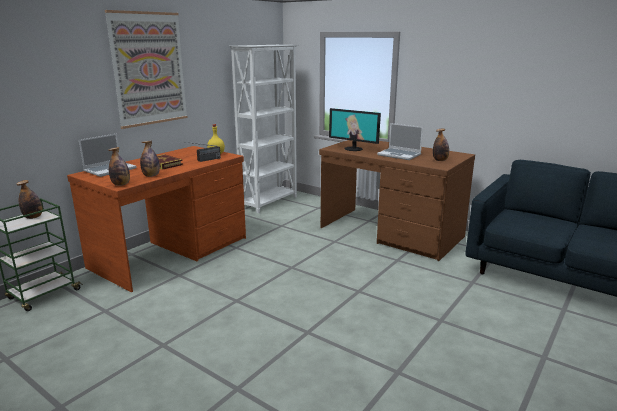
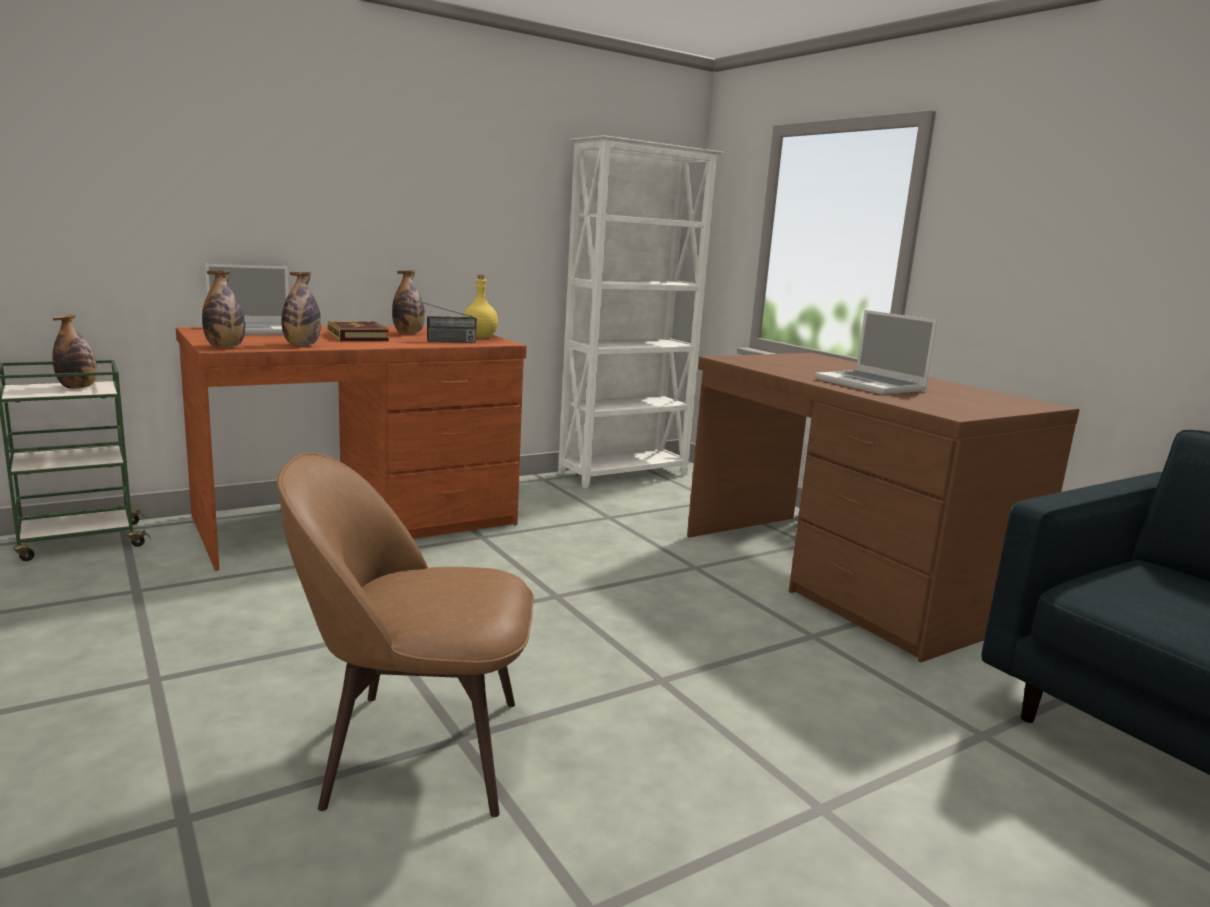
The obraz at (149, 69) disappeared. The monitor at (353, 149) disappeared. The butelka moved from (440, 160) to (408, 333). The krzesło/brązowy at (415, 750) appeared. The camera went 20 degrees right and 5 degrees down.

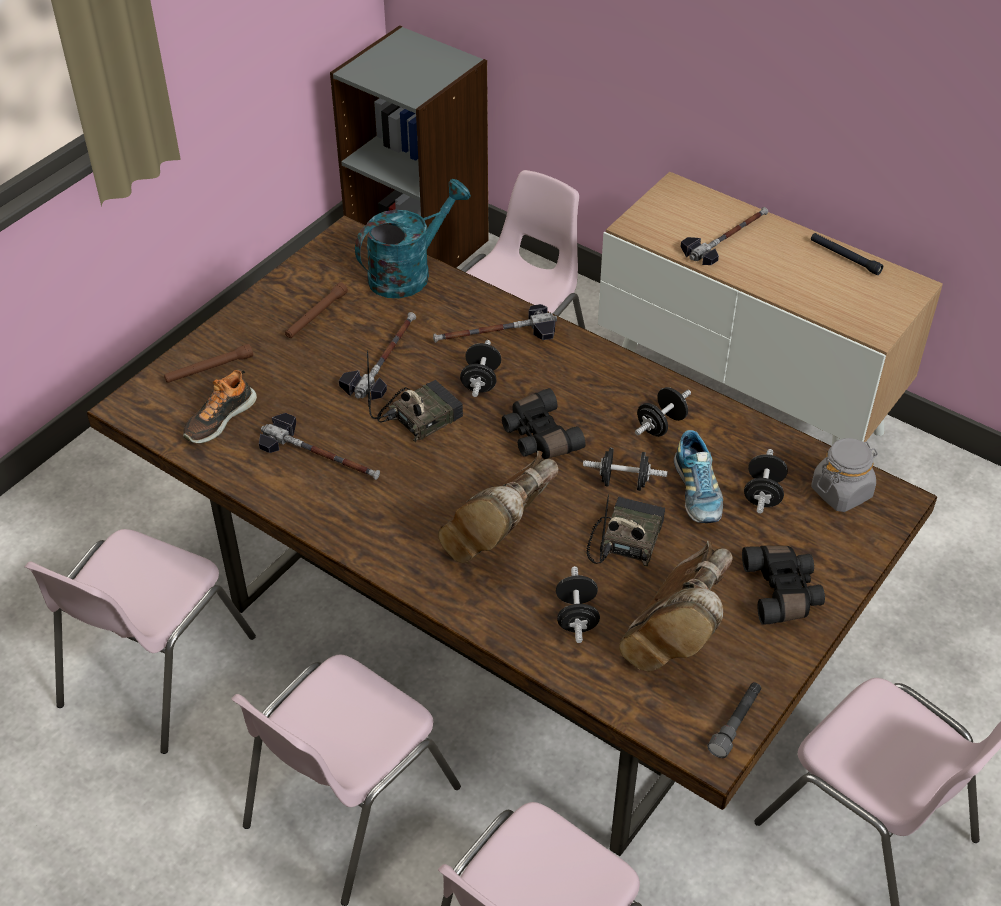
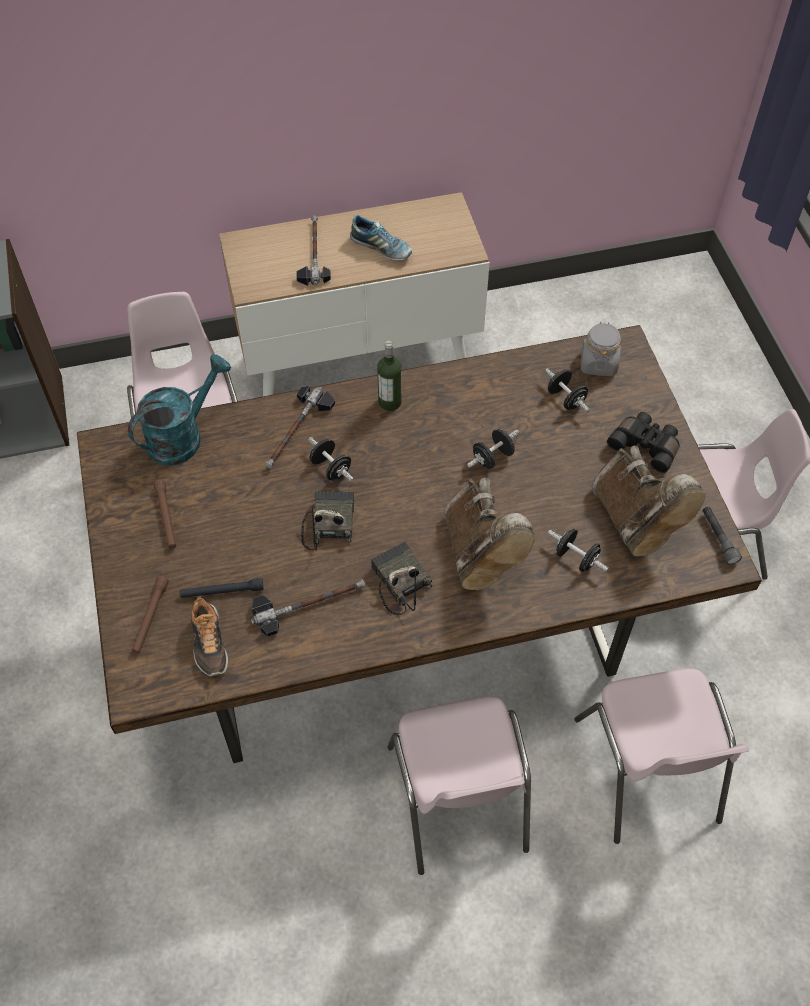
The krzesło/różowy at (153, 672) disappeared. The młotek at (384, 359) disappeared. The konewka/turkusowy at (408, 272) turned 45 degrees clockwise. The lornetka/czarny at (538, 437) disappeared. The radio moved from (625, 539) to (398, 582). The hantel/czarny at (661, 425) disappeared. The but moved from (697, 492) to (381, 248). The latarka/czarny moved from (844, 257) to (222, 591). The butelka at (389, 402) appeared. The camera went 50 degrees left and 10 degrees up.

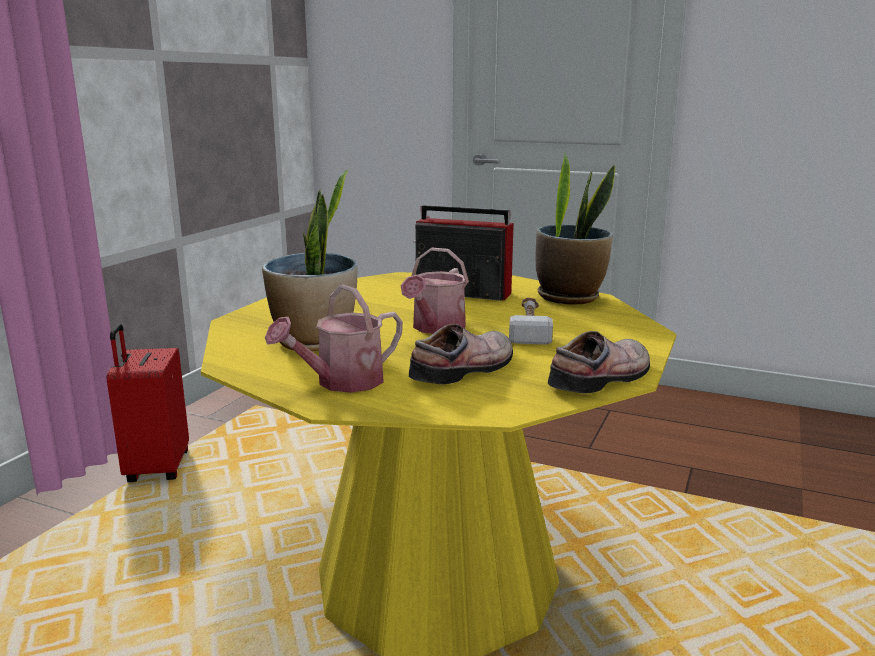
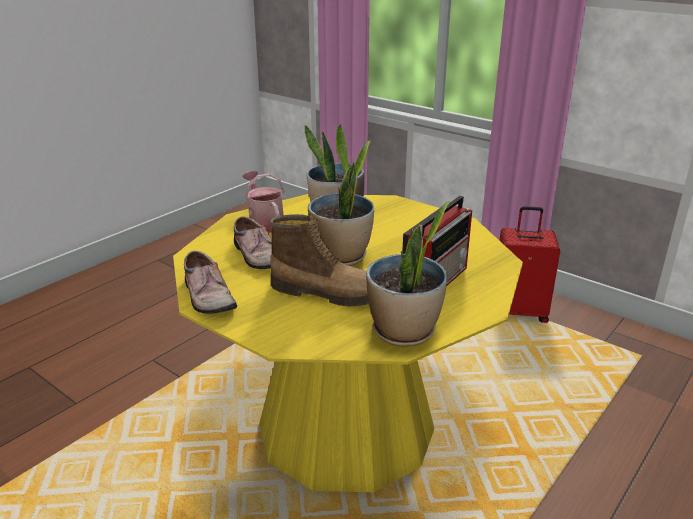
The konewka at (436, 328) was replaced by the roślina doniczkowa at (341, 257). The młotek at (529, 326) was replaced by the but z cholewką at (327, 293). The camera went 105 degrees right and 10 degrees up.

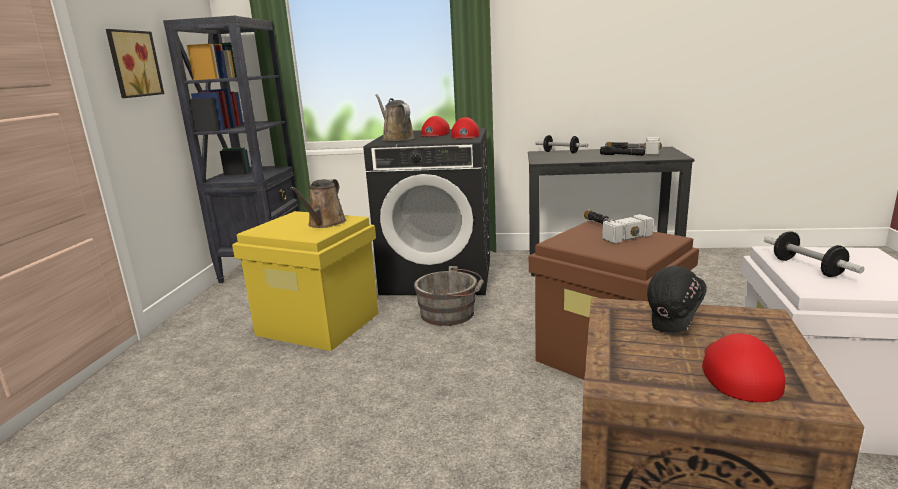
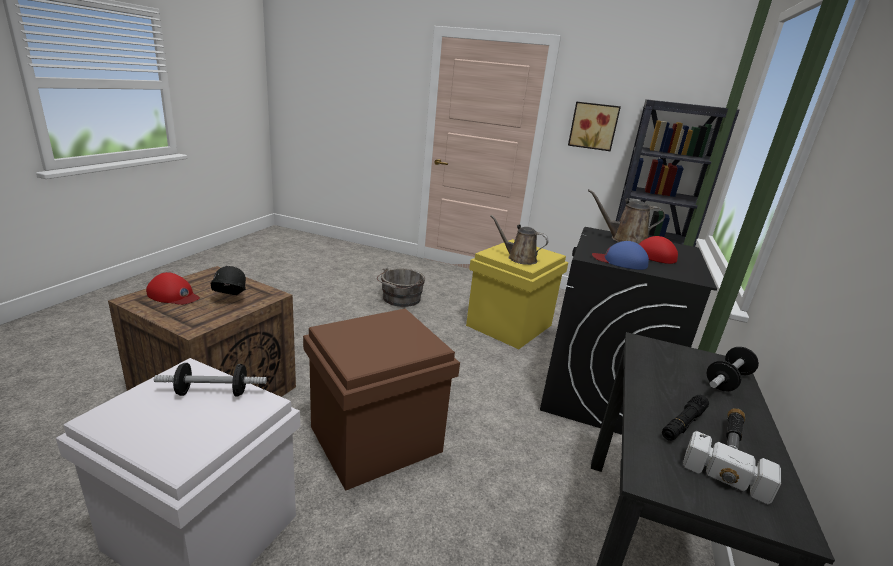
The konewka/brązowy at (396, 139) turned 150 degrees counterclockwise. The wiadro/szary moved from (450, 314) to (400, 299). The czapka z daszkiem/czerwony at (465, 136) became the czapka z daszkiem/niebieski at (620, 261). The młotek at (609, 230) disappeared. The camera went 100 degrees right and 5 degrees up.

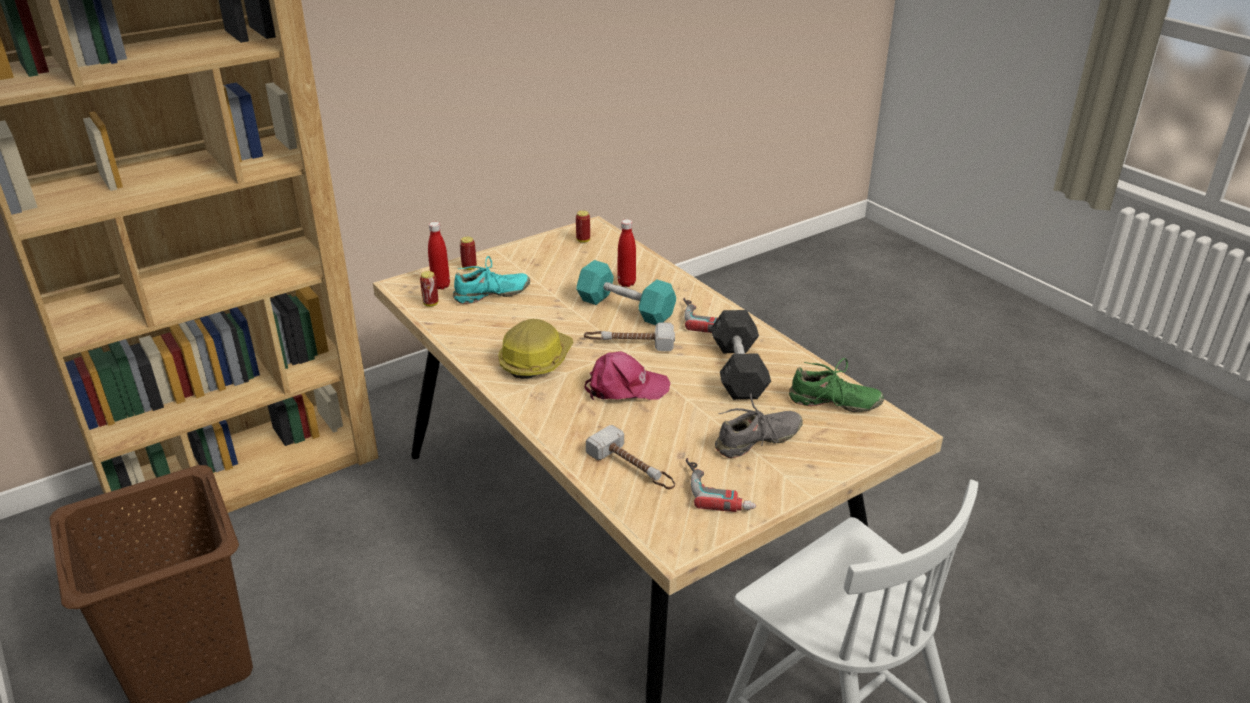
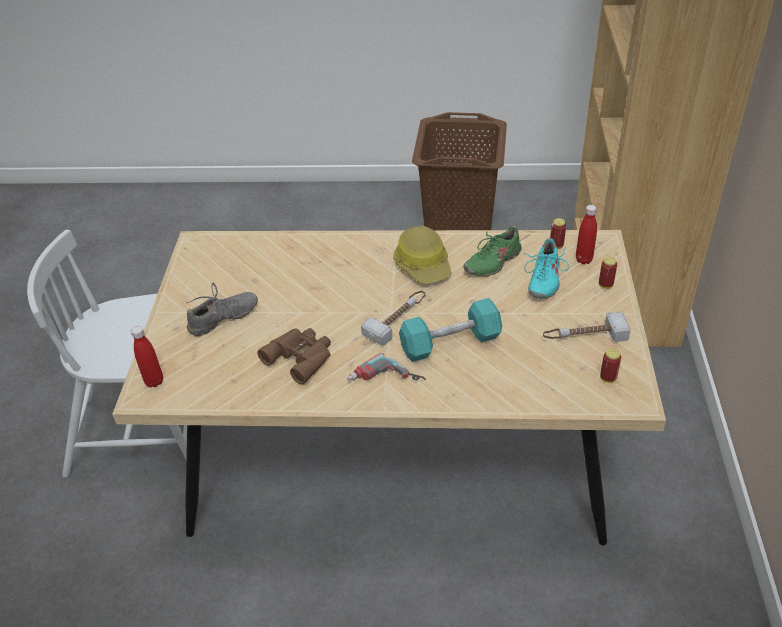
The czapka z daszkiem/różowy at (625, 387) disappeared. The młotek moved from (634, 468) to (584, 336). The butelka/czerwony moved from (626, 283) to (154, 381). The wiertarka at (719, 489) disappeared. The hantel/szary at (738, 370) was replaced by the lornetka/brązowy at (301, 356). The but/szary at (758, 441) turned 135 degrees counterclockwise. The but/zielony moved from (834, 403) to (492, 262). The camera went 130 degrees right and 10 degrees up.

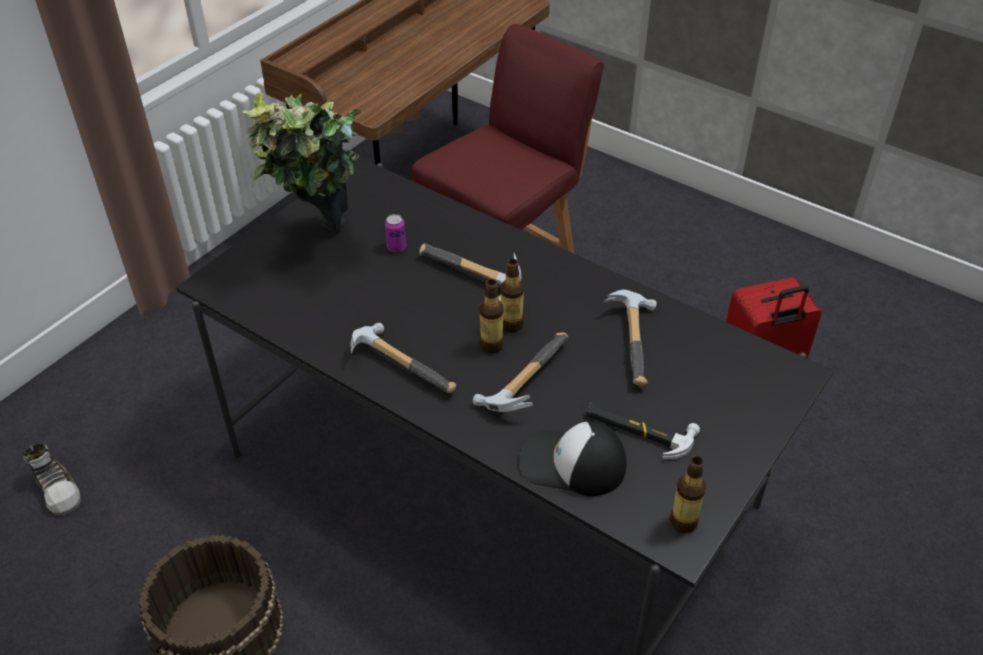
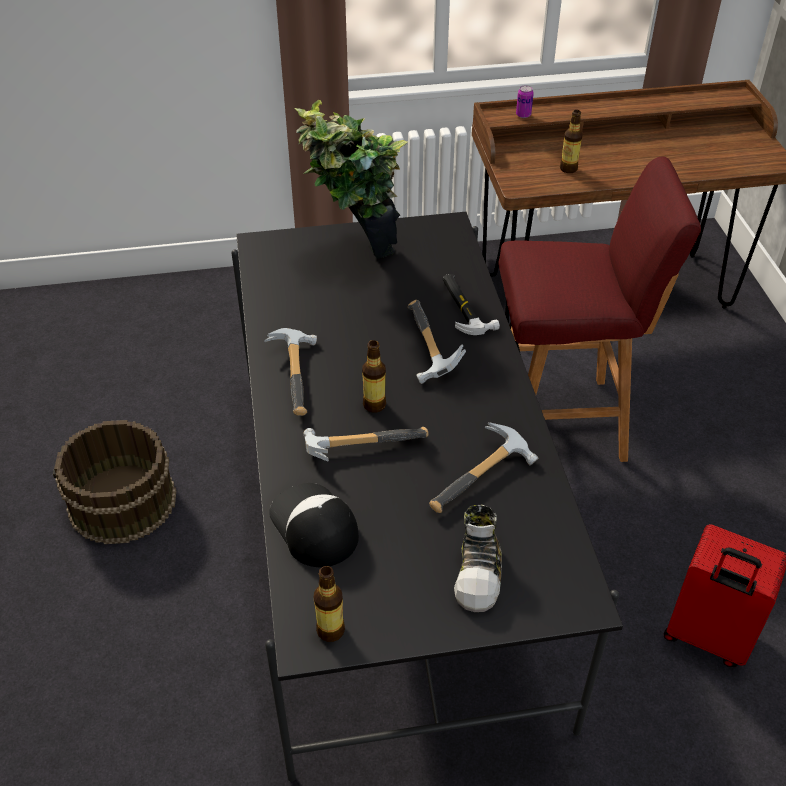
The but moved from (58, 489) to (479, 573). The puszka moved from (396, 247) to (523, 115). The butelka moved from (511, 324) to (568, 169). The młotek moved from (638, 430) to (464, 307). The camera went 45 degrees right and 0 degrees up.

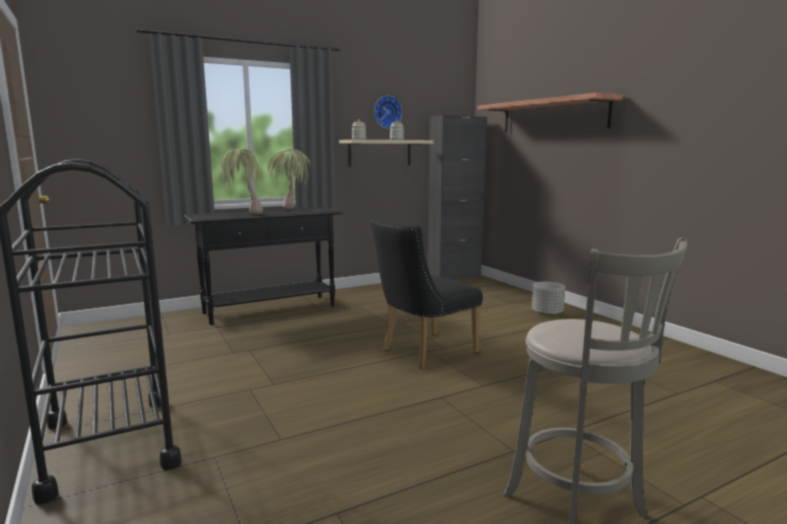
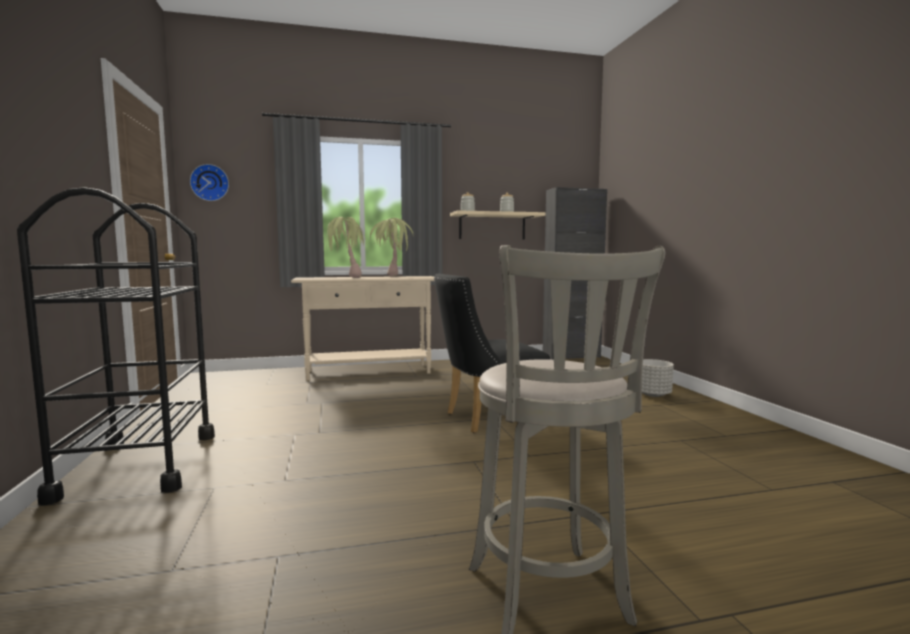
The stolik konsolowy/czarny at (270, 309) became the stolik konsolowy/beżowy at (369, 372). The zegar ścienny moved from (386, 112) to (210, 183). The półka at (553, 116) disappeared. The camera went 15 degrees right and 5 degrees down.

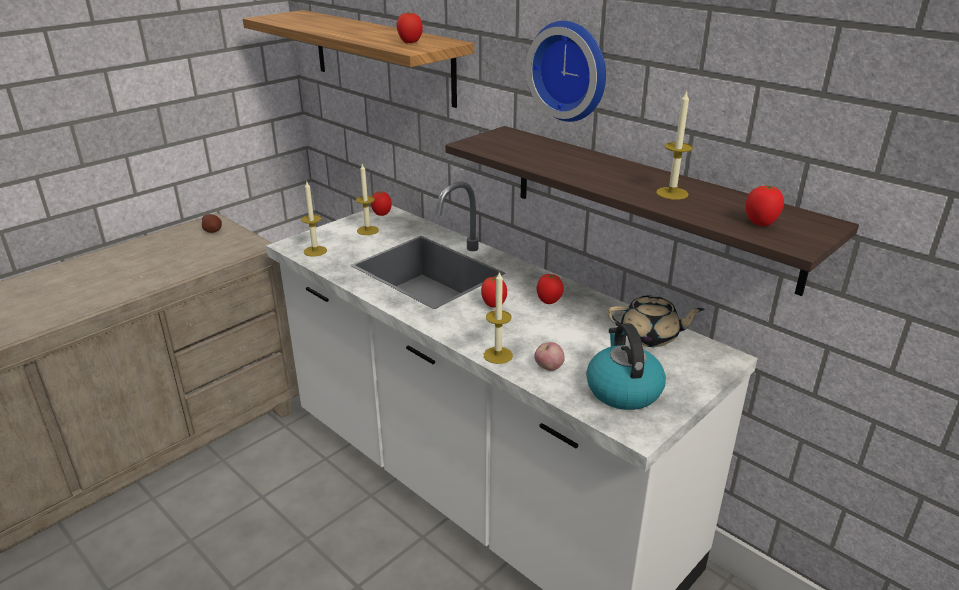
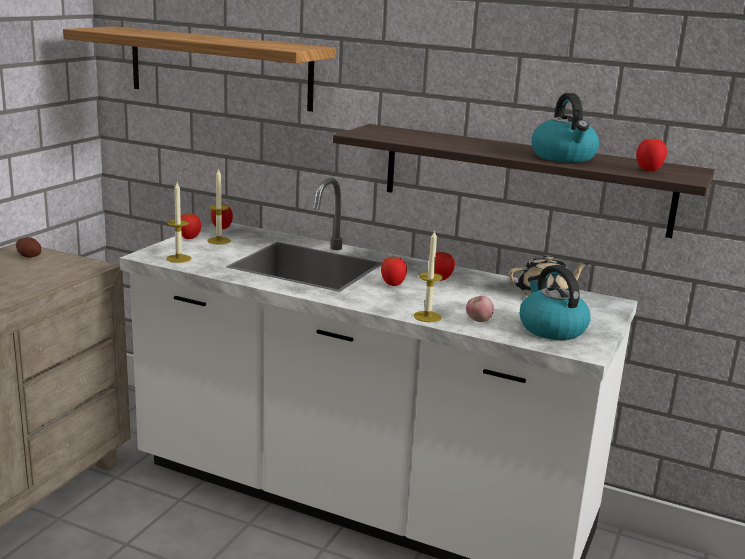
The pomidor moved from (410, 43) to (189, 238). The zegar ścienny at (570, 70) disappeared. The świeca at (672, 193) was replaced by the czajnik at (564, 157). The camera went 20 degrees left and 10 degrees down.

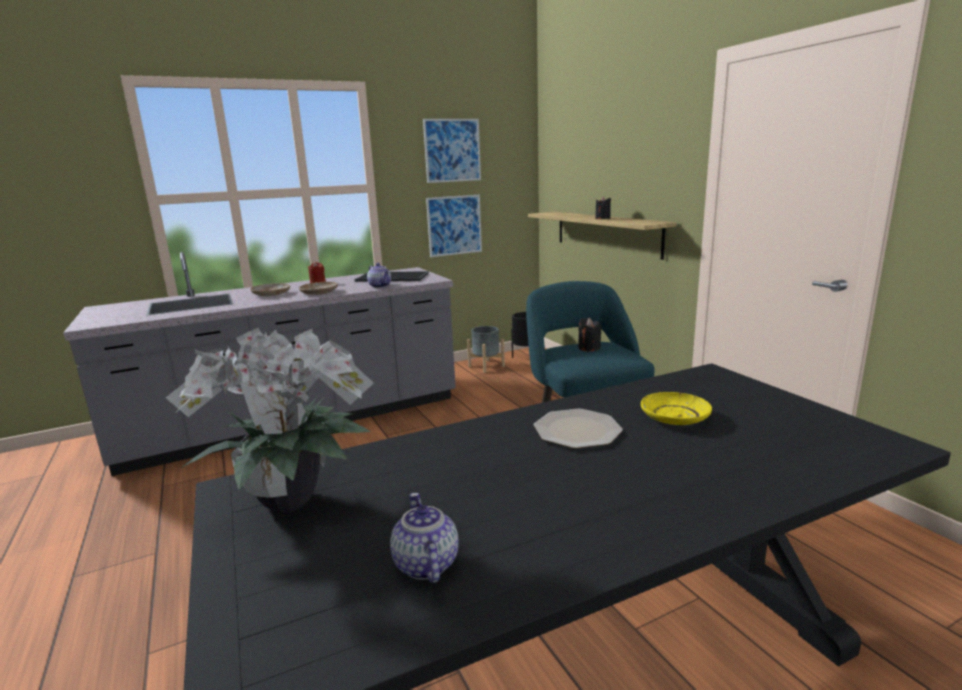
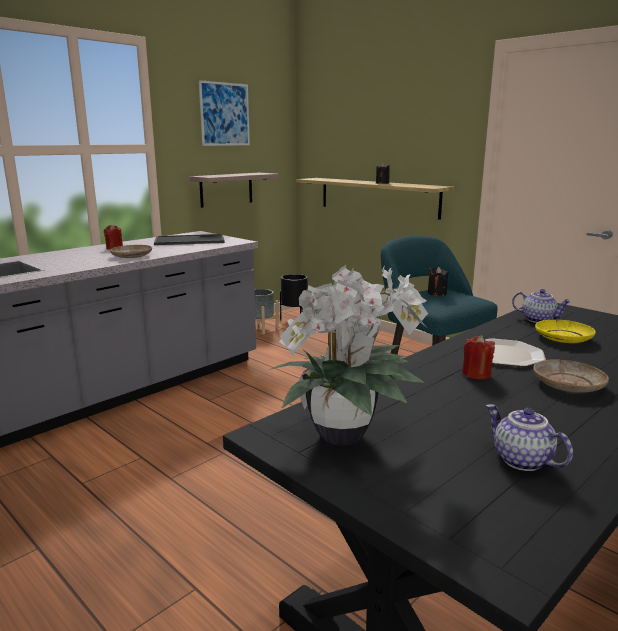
The talerz/beżowy moved from (271, 294) to (567, 384). The imbryk moved from (380, 286) to (539, 320). The obraz at (454, 225) was replaced by the półka at (226, 189). The świeca/czerwony at (476, 374) appeared. The camera went 20 degrees left and 0 degrees up.

